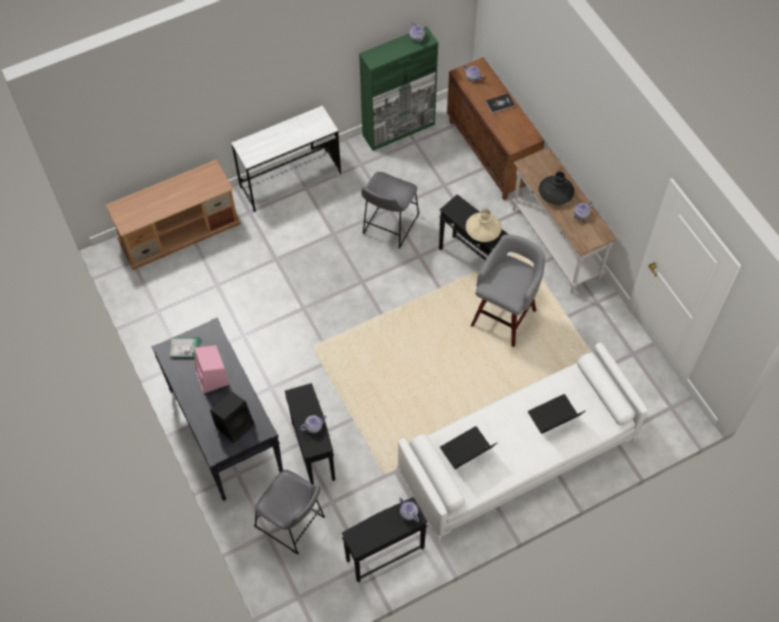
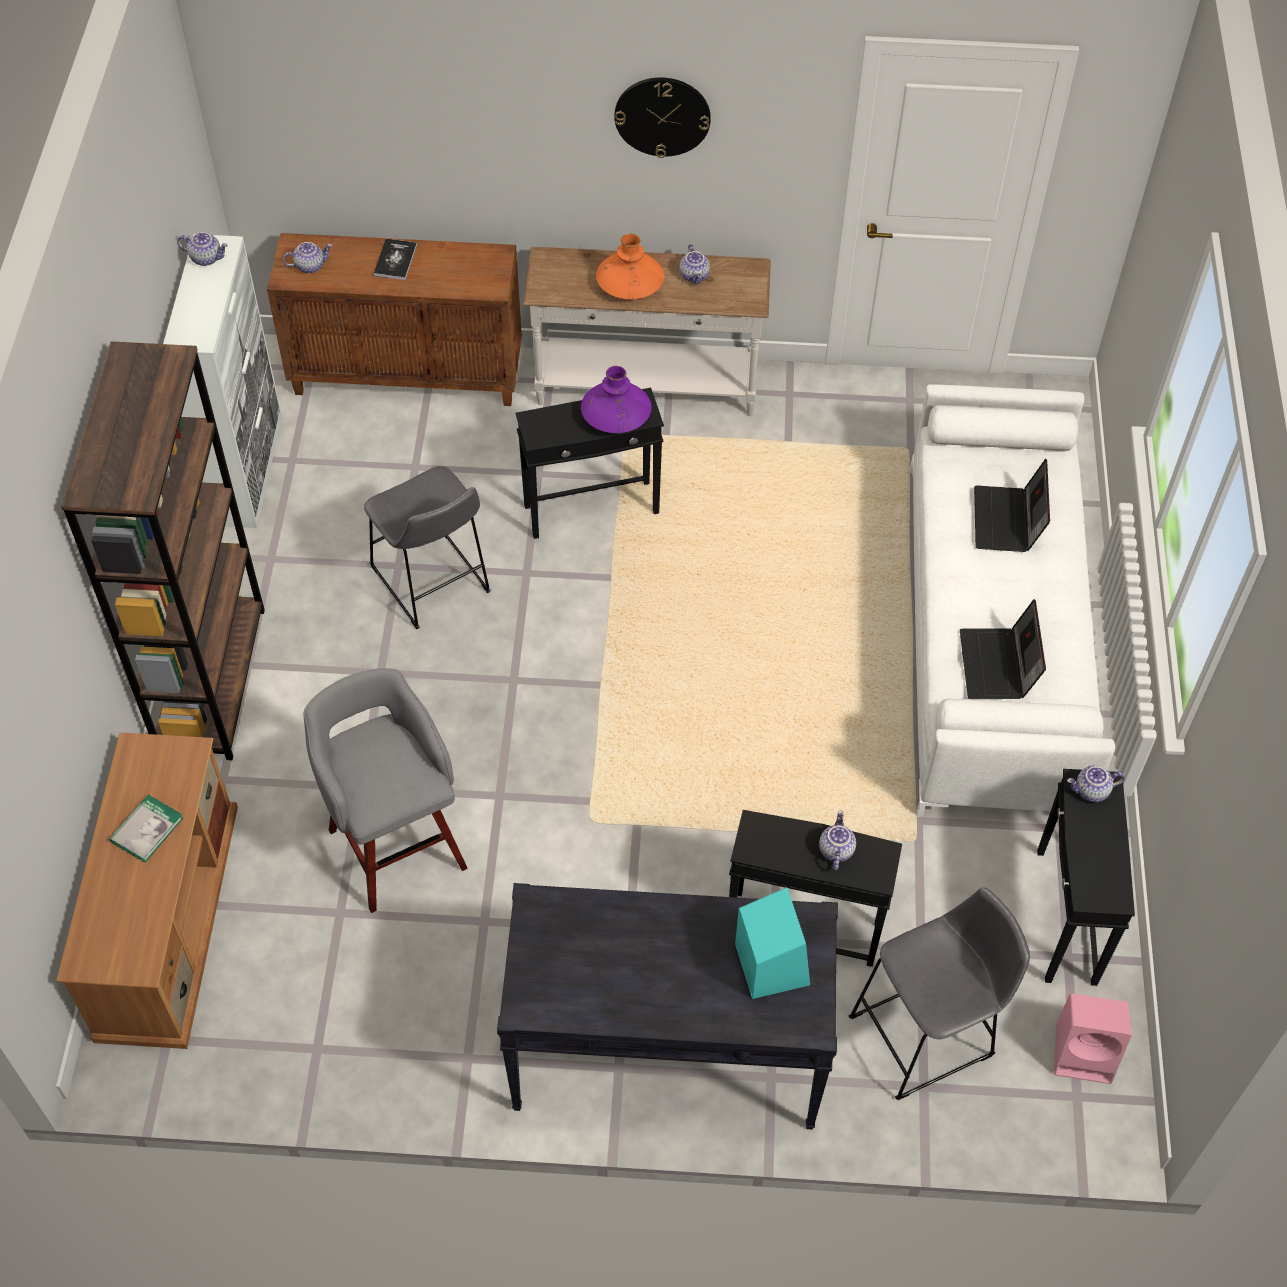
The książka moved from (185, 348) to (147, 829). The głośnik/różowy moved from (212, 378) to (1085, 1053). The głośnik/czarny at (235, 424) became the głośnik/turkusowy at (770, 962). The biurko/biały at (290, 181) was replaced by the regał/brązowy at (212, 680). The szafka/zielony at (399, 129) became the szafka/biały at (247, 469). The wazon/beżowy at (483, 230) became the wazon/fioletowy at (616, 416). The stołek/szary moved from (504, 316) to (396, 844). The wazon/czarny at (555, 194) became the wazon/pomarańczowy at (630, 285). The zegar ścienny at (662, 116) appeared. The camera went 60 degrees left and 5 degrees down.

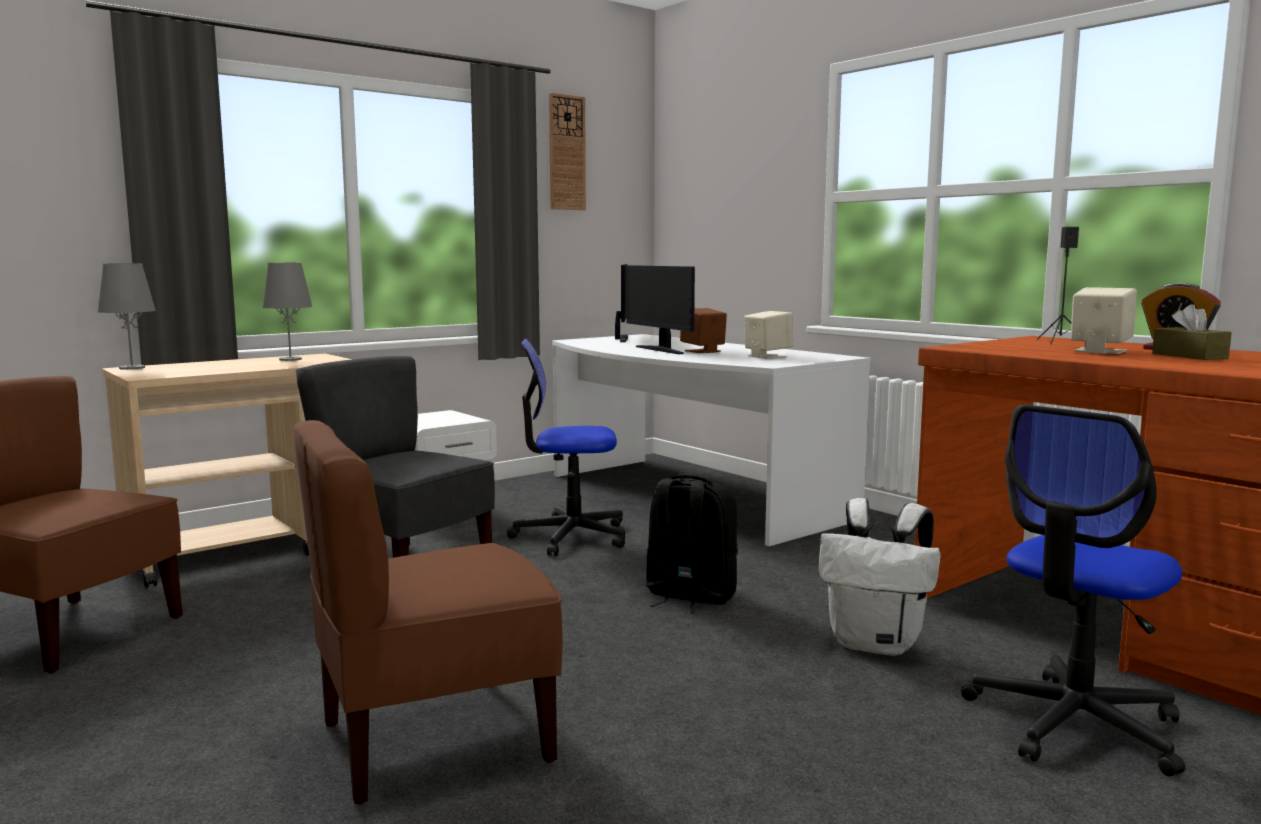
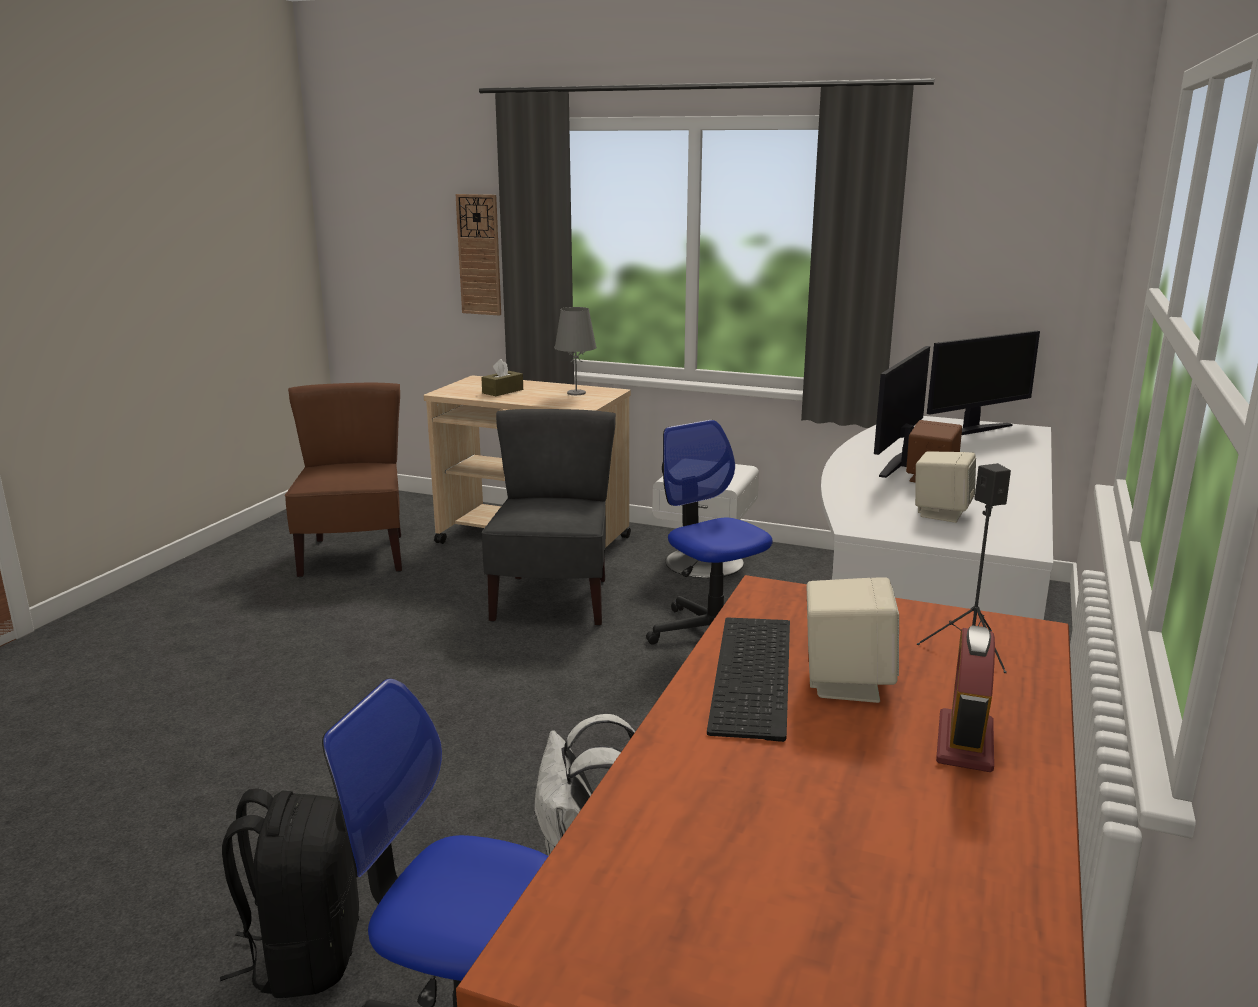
The lampa stołowa/szary at (131, 368) disappeared. The krzesło/brązowy at (433, 740) disappeared. The zegar ścienny moved from (566, 153) to (479, 255). The plecak/czarny moved from (689, 596) to (304, 954). The pudełko chusteczek/brązowy moved from (1189, 356) to (502, 391). The klawiatura at (756, 676) appeared. The camera went 60 degrees right and 10 degrees up.

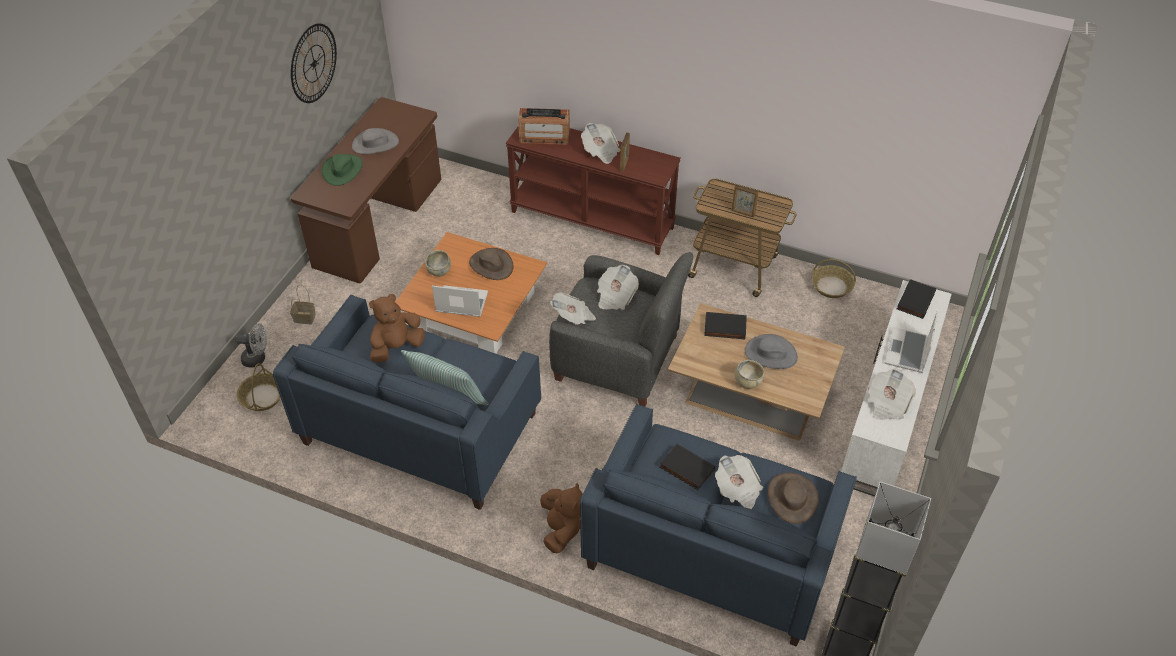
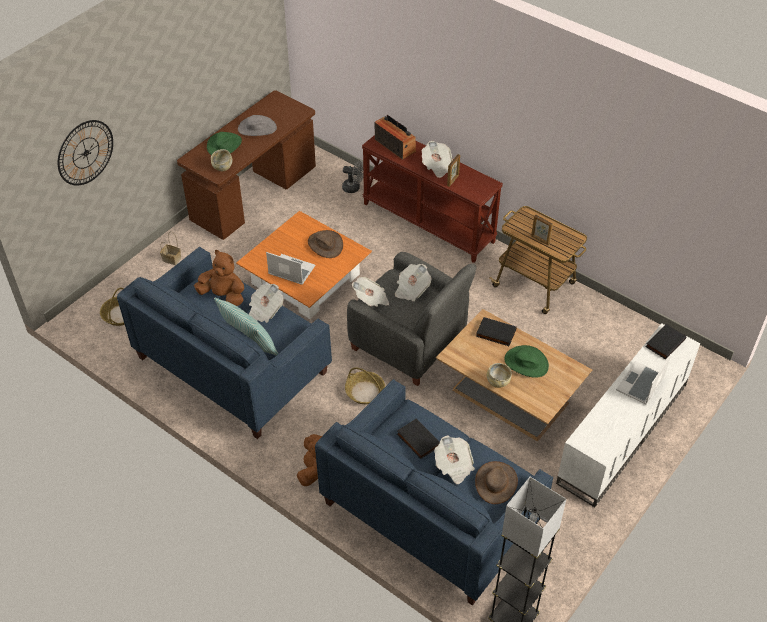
The wentylator/szary moved from (257, 359) to (354, 188). The zegar ścienny moved from (313, 63) to (85, 152). The pluszak/brązowy at (396, 347) turned 45 degrees clockwise. The miska/beżowy moved from (439, 271) to (222, 167). The radio at (544, 137) turned 150 degrees counterclockwise. The kapelusz/szary at (770, 354) became the kapelusz/zielony at (526, 363). The koszyk moved from (832, 286) to (365, 392). The gazeta moved from (887, 404) to (265, 310). The camera went 15 degrees right and 0 degrees up.

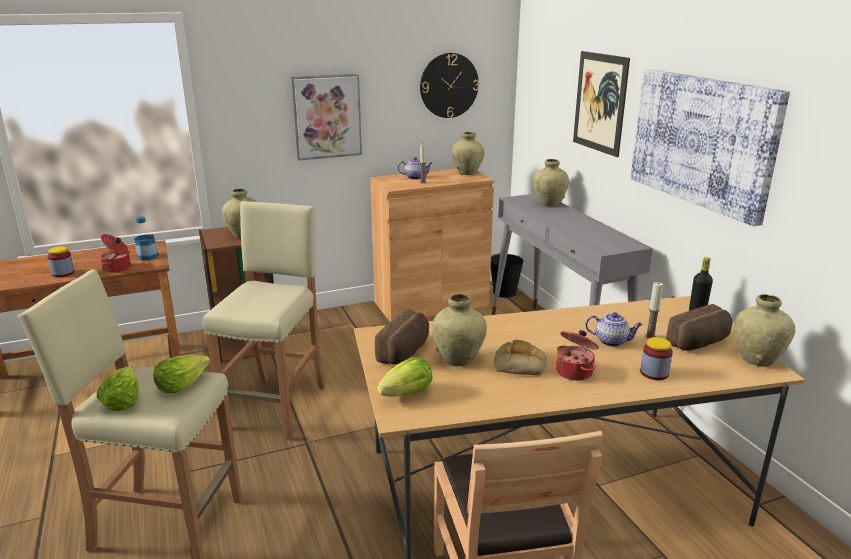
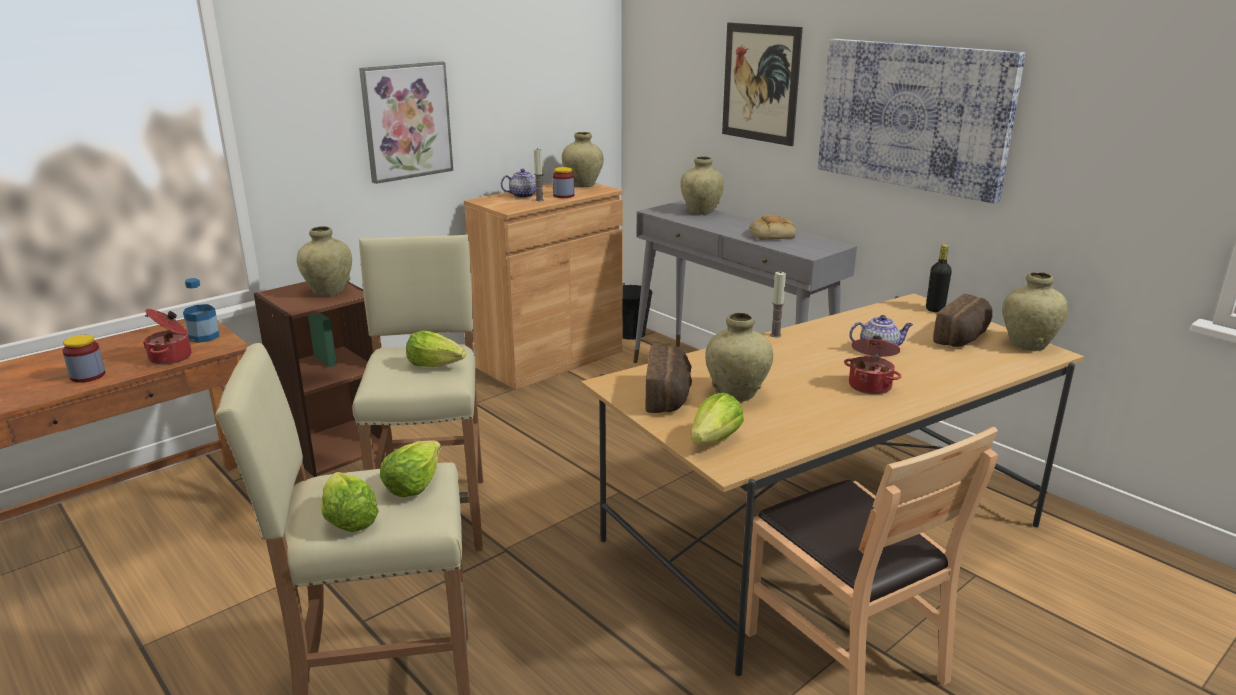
The zegar ścienny at (449, 85) disappeared. The chleb moved from (521, 364) to (772, 235). The słoik moved from (654, 373) to (563, 195). The świeca moved from (650, 336) to (775, 335). The sałata at (436, 364) appeared. The camera went 20 degrees left and 0 degrees up.

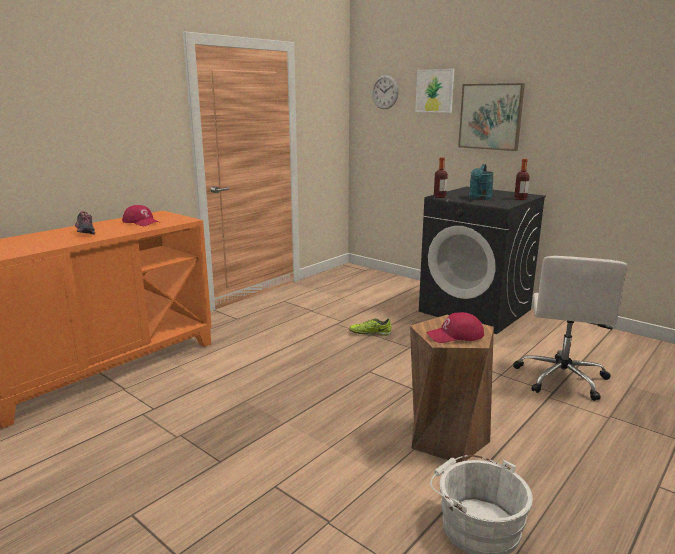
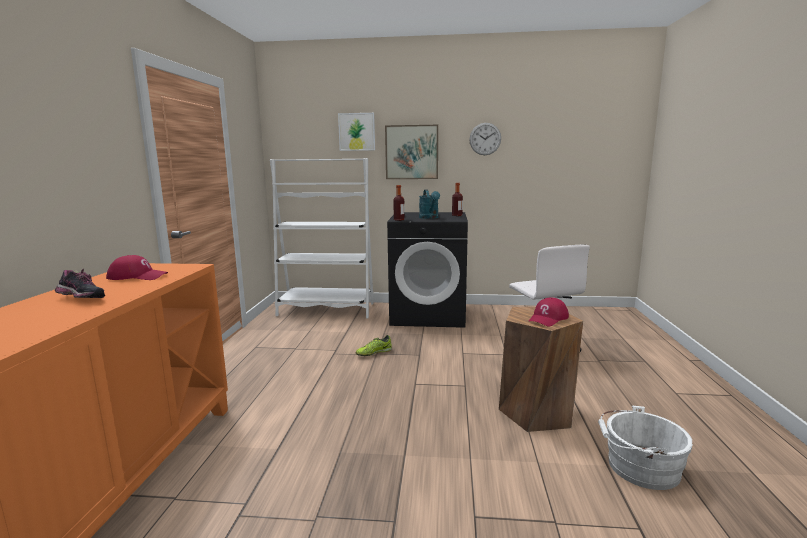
The zegar ścienny moved from (385, 92) to (485, 139). The regał/biały at (326, 310) appeared. The camera went 35 degrees left and 5 degrees down.

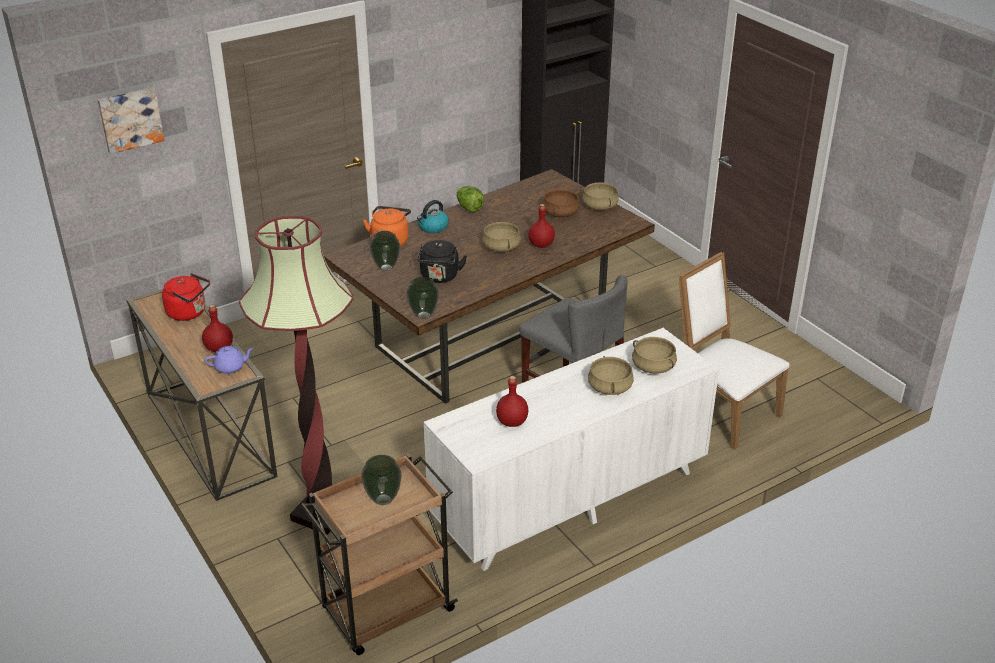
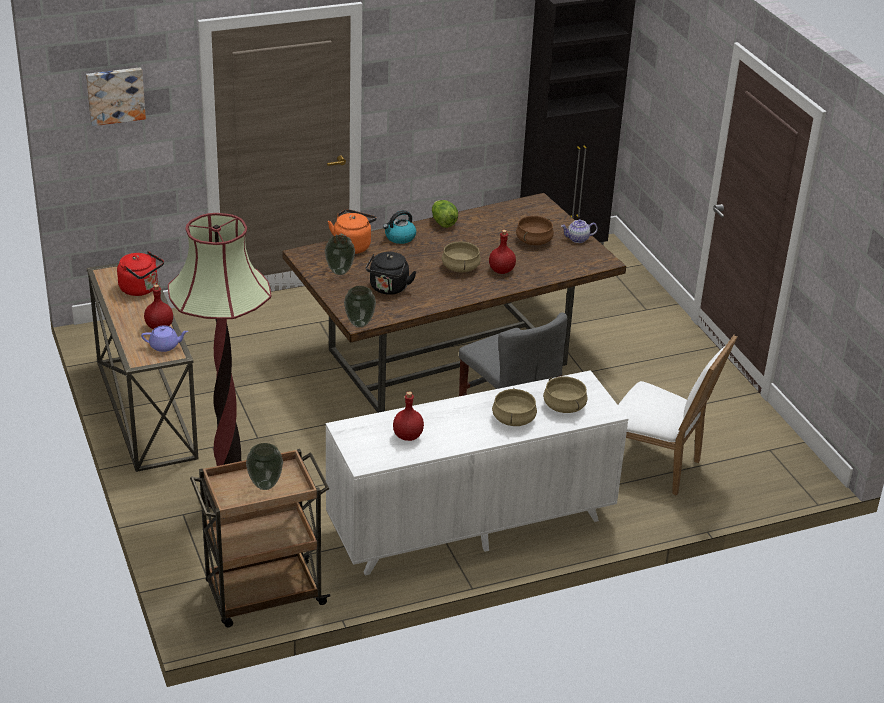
The garnek/beżowy at (600, 206) was replaced by the imbryk at (577, 239). The krzesło/biały at (722, 411) turned 150 degrees clockwise. The camera went 10 degrees right and 0 degrees up.

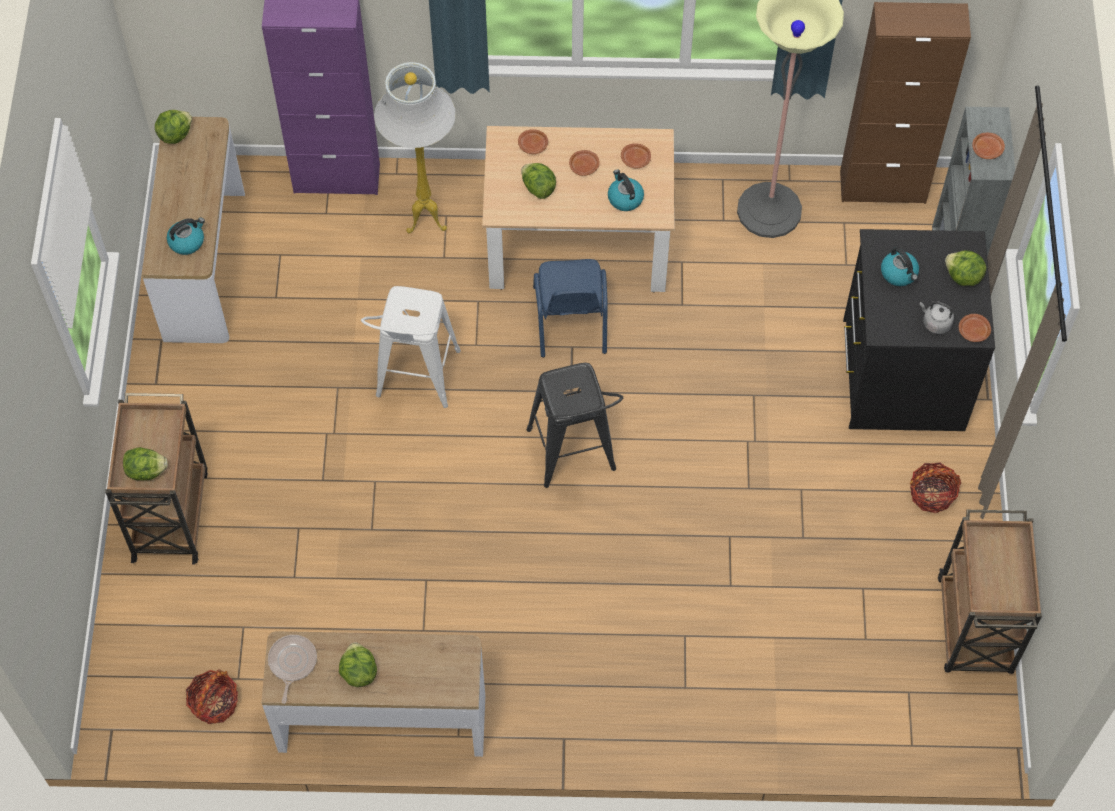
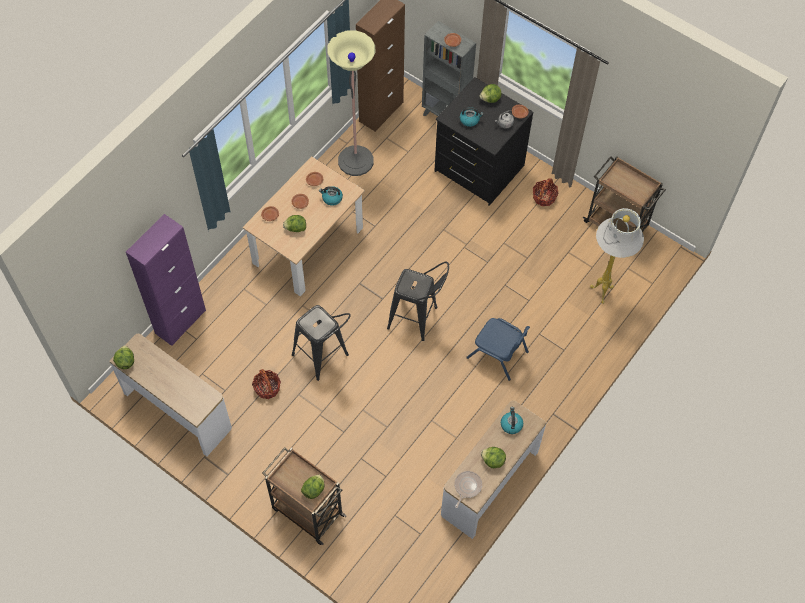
The czajnik moved from (187, 241) to (511, 424). The koszyk moved from (214, 703) to (267, 388). The patelnia at (292, 663) turned 75 degrees clockwise. The stołek/biały at (415, 382) became the stołek/czarny at (324, 359). The lampa stojąca/biały moved from (425, 224) to (602, 293). The krzesło/niebieski moved from (570, 320) to (498, 355). The camera went 55 degrees left and 0 degrees up.

